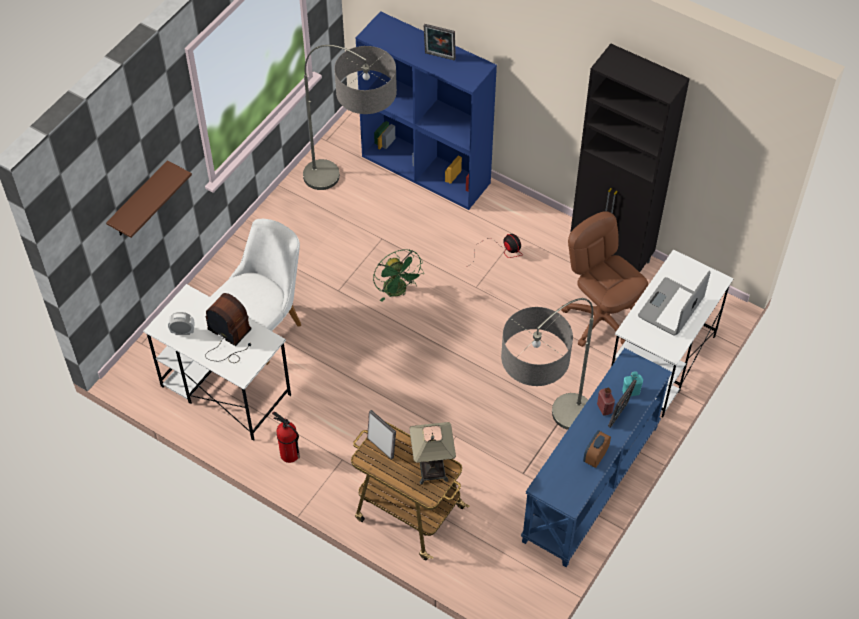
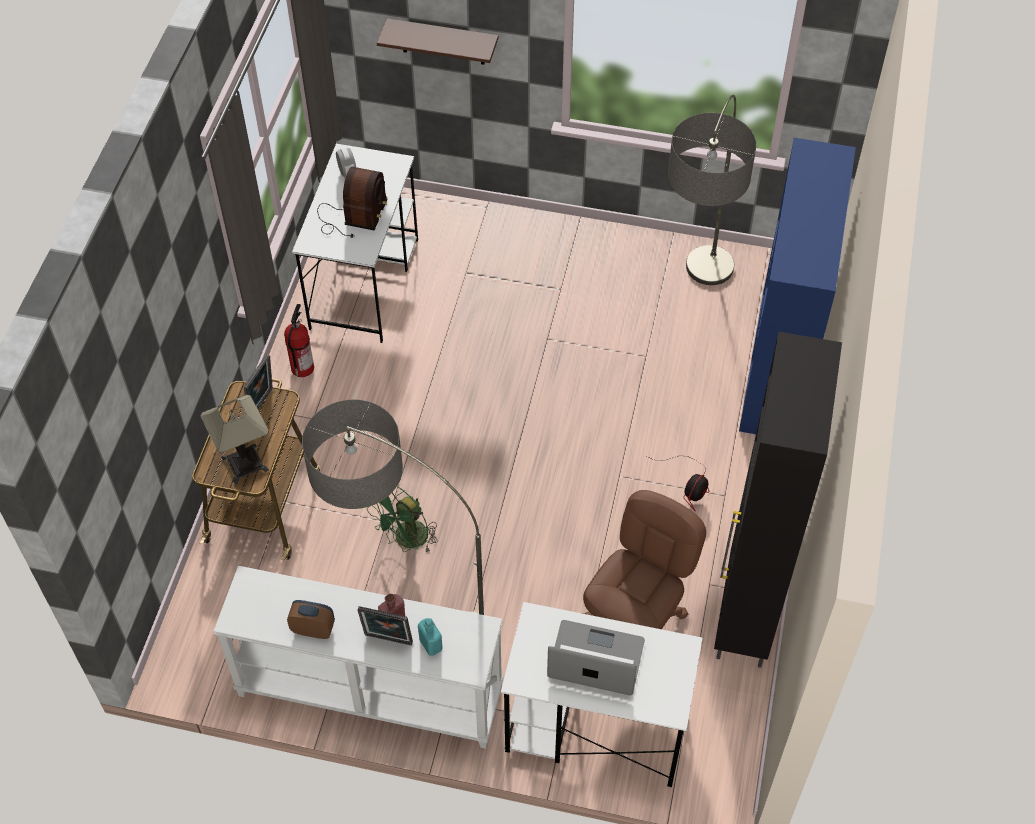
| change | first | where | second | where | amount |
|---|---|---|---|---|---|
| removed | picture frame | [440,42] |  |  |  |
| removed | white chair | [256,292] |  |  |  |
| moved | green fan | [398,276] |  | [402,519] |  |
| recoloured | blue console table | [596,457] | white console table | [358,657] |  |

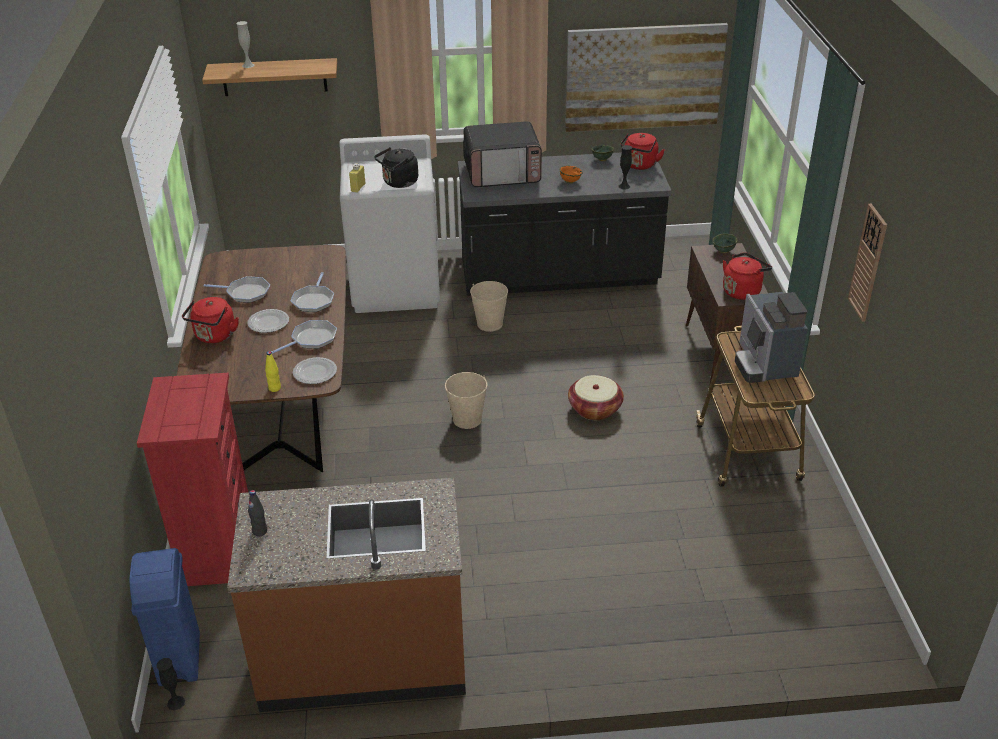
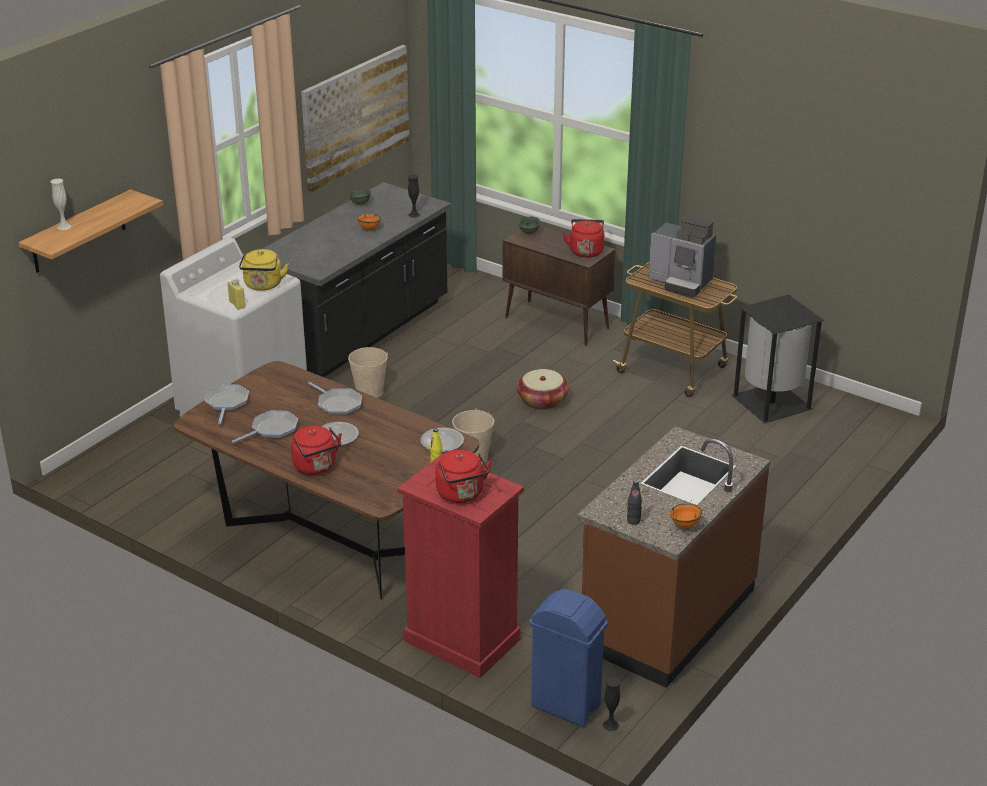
| change | first | where | second | where | amount |
|---|---|---|---|---|---|
| removed | microwave | [502,154] |  |  |  |
| moved | red kettle | [642,151] |  | [464,476] |  |
| recoloured | black kettle | [396,167] | yellow kettle | [264,270] |  |
| removed | wall clock | [867,263] |  |  |  |
| moved | frying pan | [304,337] |  | [226,404] |  |
| added |  |  | black trash can | [778,358] |  |
| added |  |  | orange bowl | [686,516] |  |

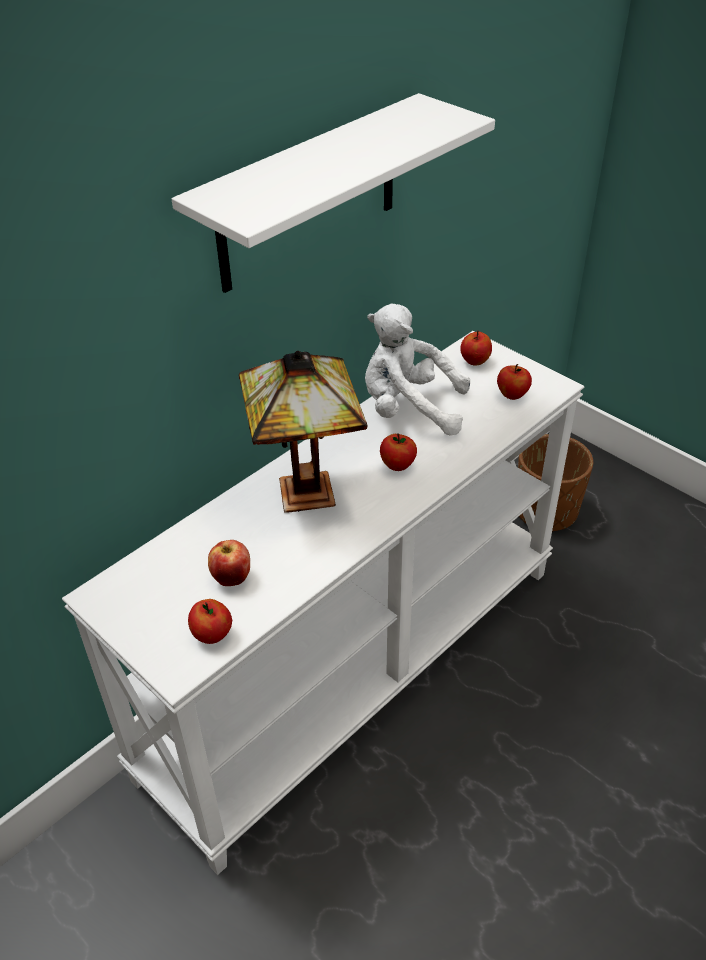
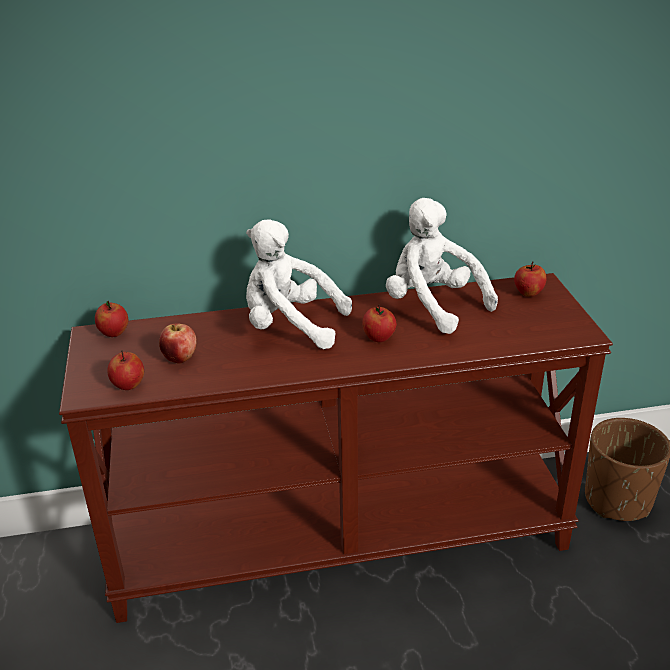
| change | first | where | second | where | amount |
|---|---|---|---|---|---|
| removed | white shelf | [333,193] |  |  |  |
| recoloured | white console table | [323,603] | brown console table | [336,448] |  |
| replaced | table lamp | [303,432] | white plush toy | [299,284] |  |
| moved | apple | [514,382] |  | [111,319] |  |

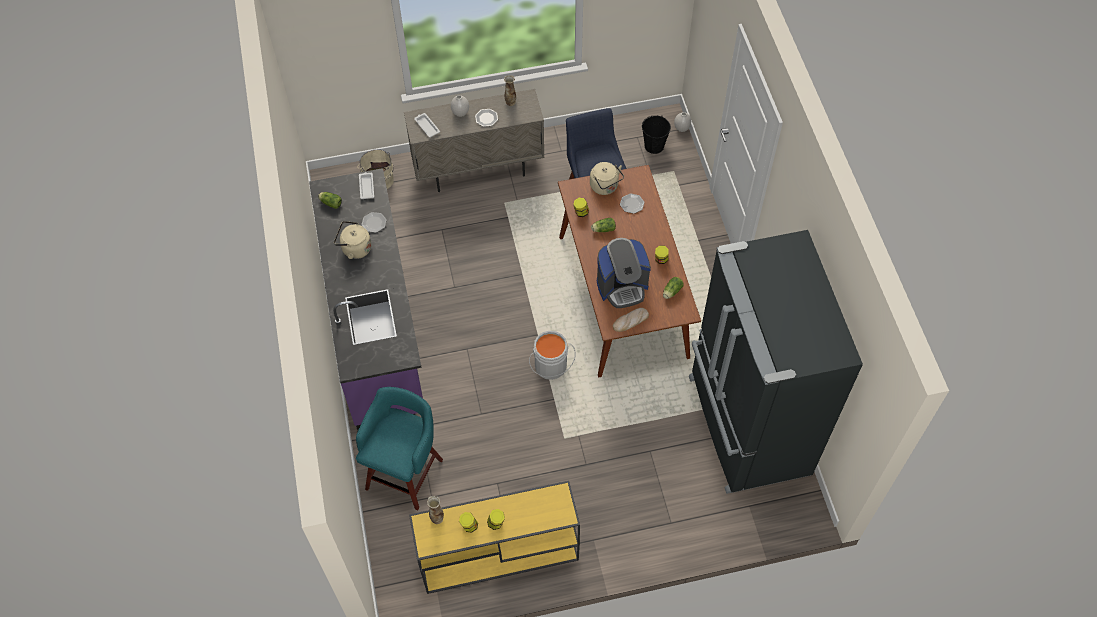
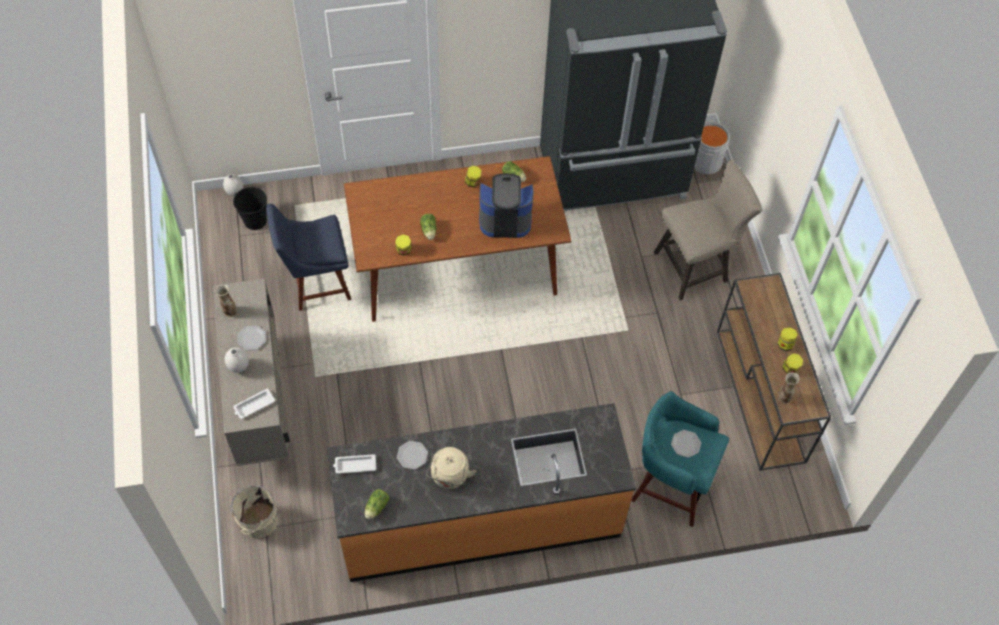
| change | first | where | second | where | amount |
|---|---|---|---|---|---|
| removed | beige kettle | [607,178] |  |  |  |
| recoloured | purple counter | [366,299] | orange counter | [481,492] |  |
| moved | plate | [632,203] |  | [686,444] |  |
| turned | coffee machine | [624,273] |  | [506,205] | 75 degrees counterclockwise |
| removed | bread | [631,320] |  |  |  |
| moved | grey bucket | [552,355] |  | [712,148] |  |
| recoloured | yellow console table | [494,537] | brown console table | [774,372] |  |
| added |  |  | beige stool | [708,230] |  |

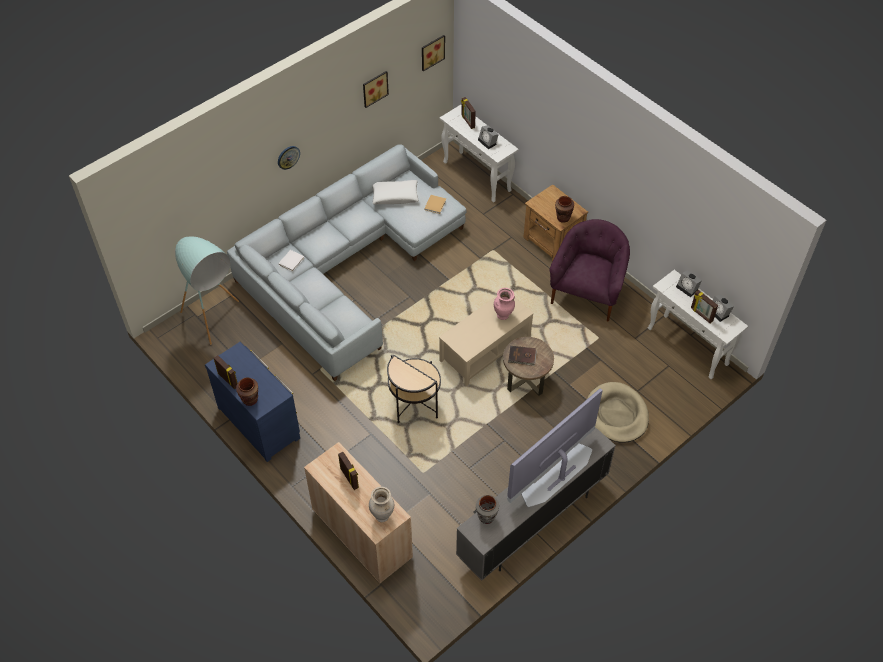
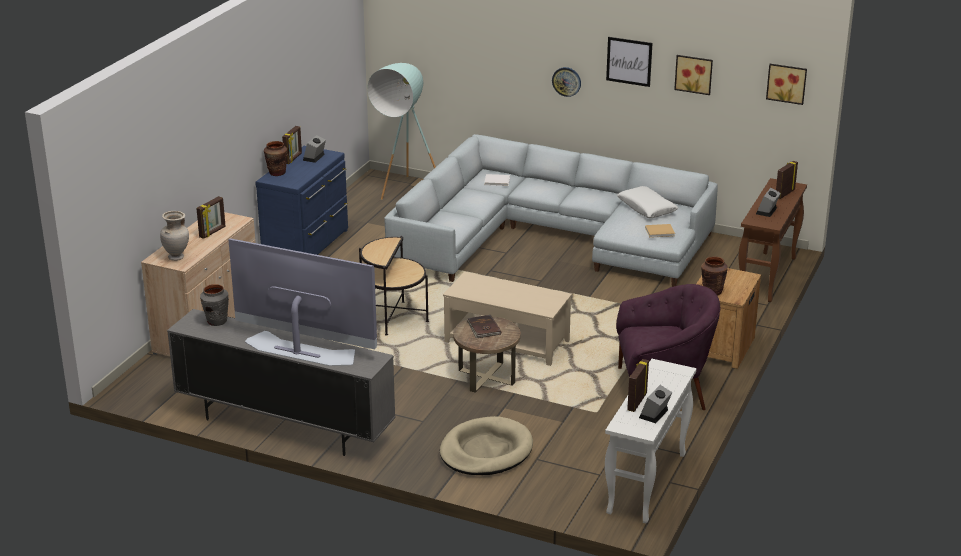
| change | first | where | second | where | amount |
|---|---|---|---|---|---|
| recoloured | white console table | [479,154] | brown console table | [773,240] |  |
| moved | alarm clock | [689,283] |  | [314,149] |  |
| removed | pink vase | [504,304] |  |  |  |
| added |  |  | picture | [629,62] |  |

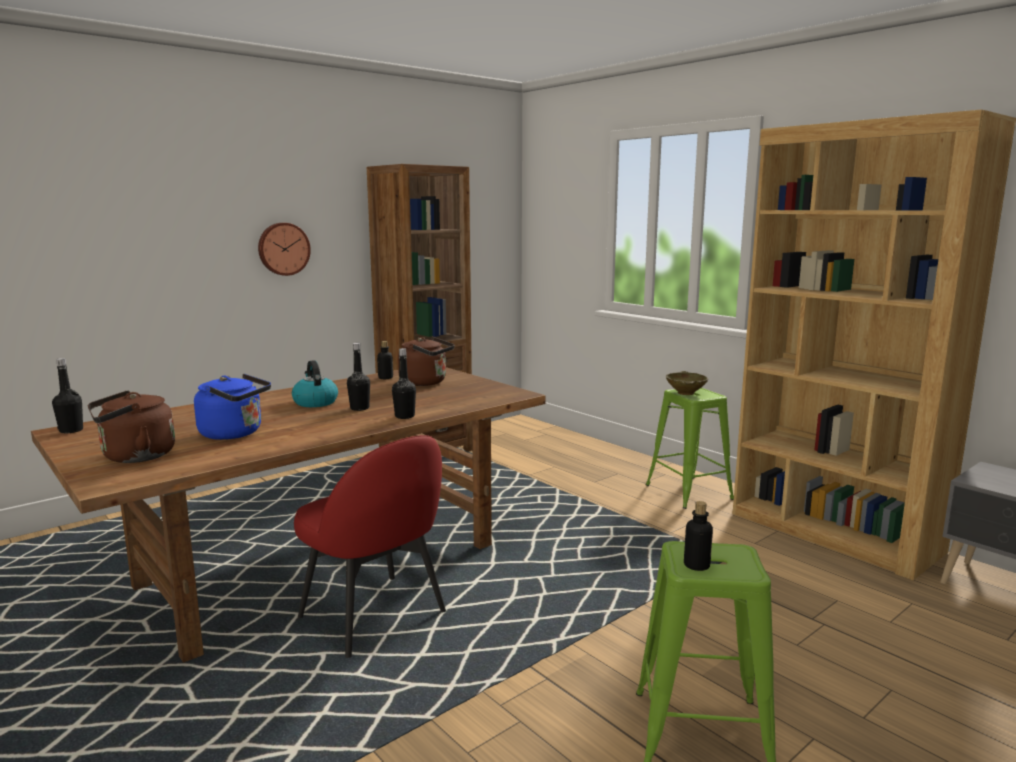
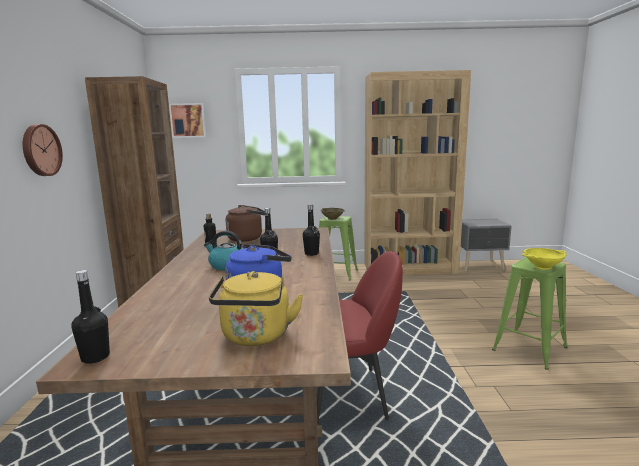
| change | first | where | second | where | amount |
|---|---|---|---|---|---|
| recoloured | brown kettle | [131,427] | yellow kettle | [256,308] |  |
| replaced | bottle | [698,536] | yellow bowl | [544,259] |  |
| added |  |  | picture | [187,120] |  |

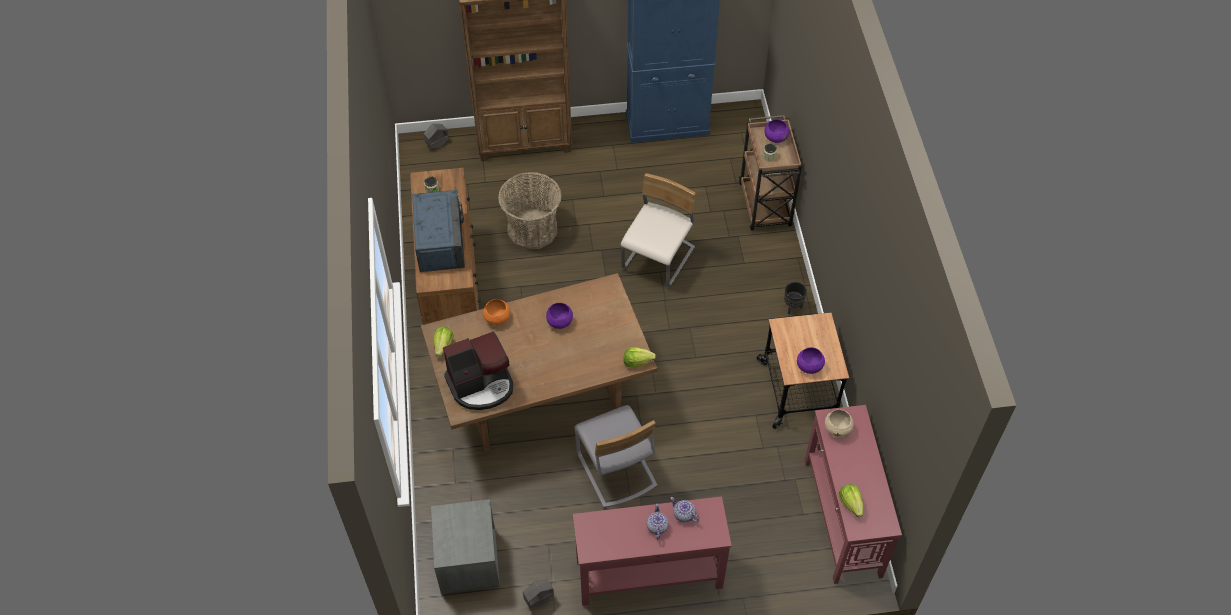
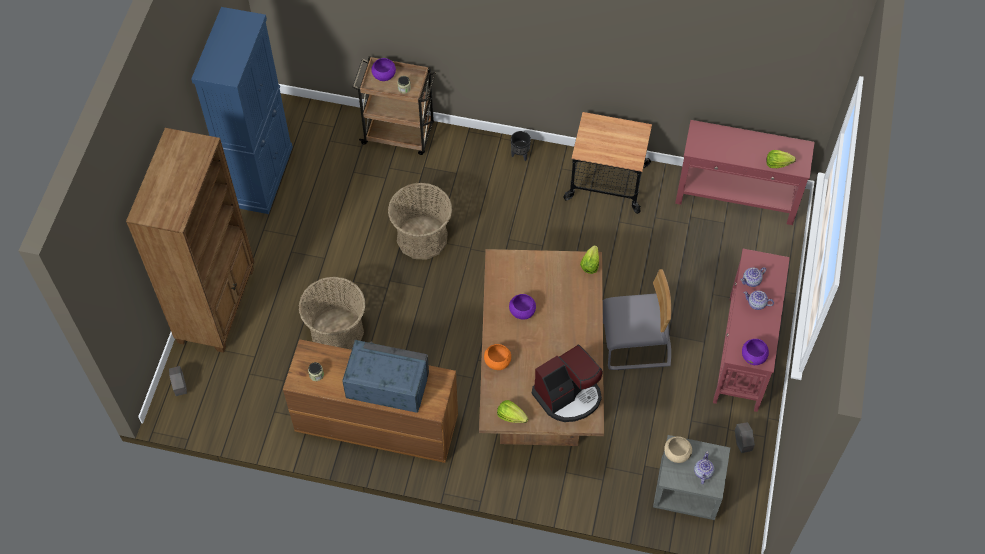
| change | first | where | second | where | amount |
|---|---|---|---|---|---|
| replaced | beige chair | [658,230] | basket | [420,221] |  |
| turned | coffee machine | [478,370] |  | [567,383] | 60 degrees clockwise |
| moved | purple bowl | [811,360] |  | [755,352] |  |
| moved | beige bowl | [839,423] |  | [678,449] |  |
| added |  |  | teapot | [704,467] |  |

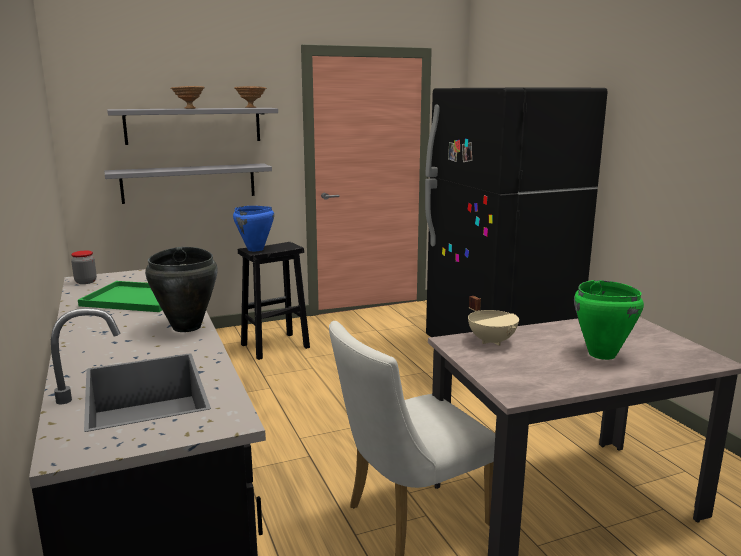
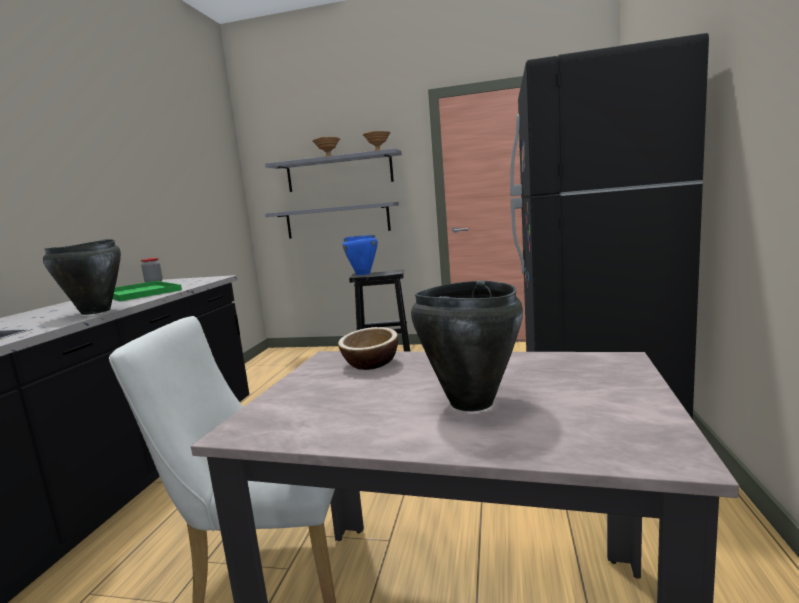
| change | first | where | second | where | amount |
|---|---|---|---|---|---|
| recoloured | green cooking pot | [609,320] | black cooking pot | [467,346] |  |
| replaced | beige cooking pot | [493,321] | bowl | [368,348] |  |

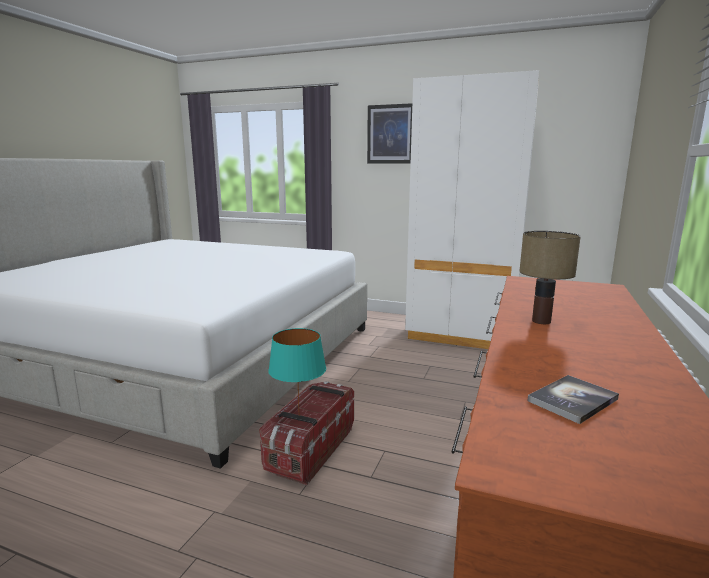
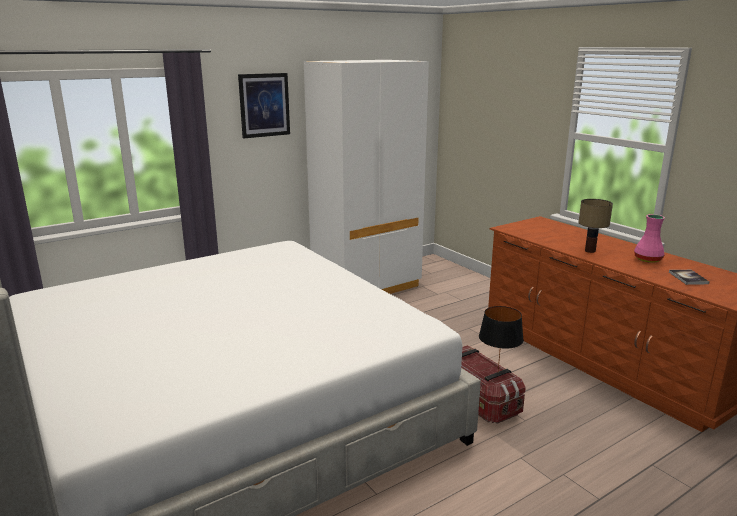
| change | first | where | second | where | amount |
|---|---|---|---|---|---|
| recoloured | turquoise table lamp | [297,372] | black table lamp | [501,338] |  |
| added |  |  | pink vase | [649,238] |  |

